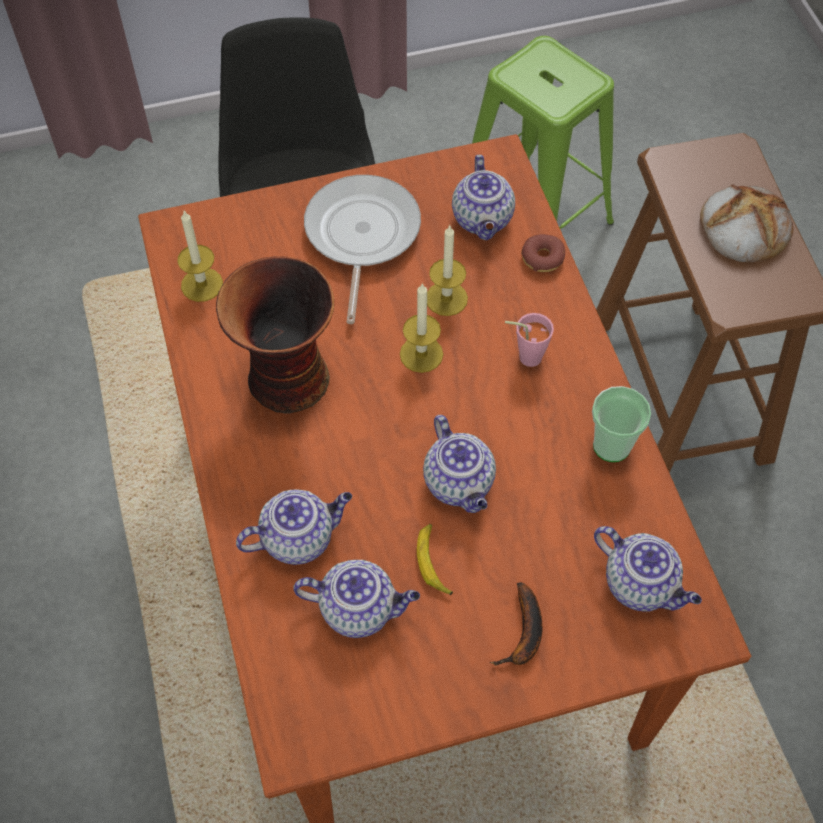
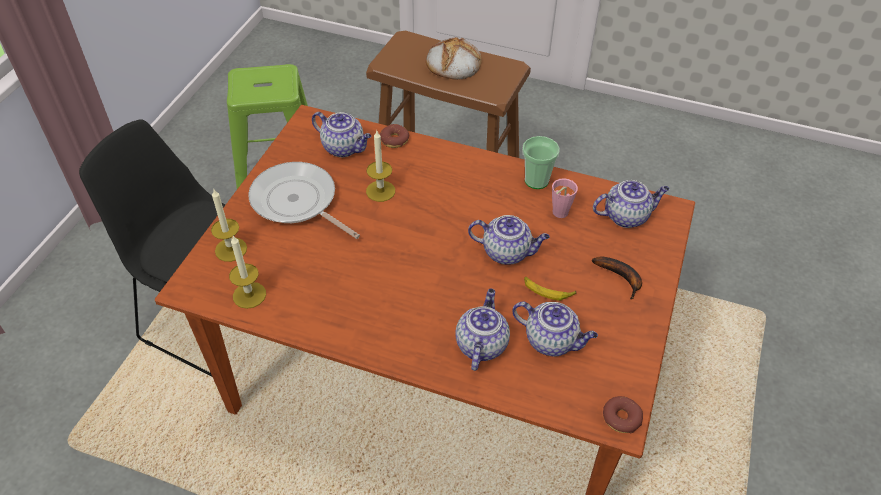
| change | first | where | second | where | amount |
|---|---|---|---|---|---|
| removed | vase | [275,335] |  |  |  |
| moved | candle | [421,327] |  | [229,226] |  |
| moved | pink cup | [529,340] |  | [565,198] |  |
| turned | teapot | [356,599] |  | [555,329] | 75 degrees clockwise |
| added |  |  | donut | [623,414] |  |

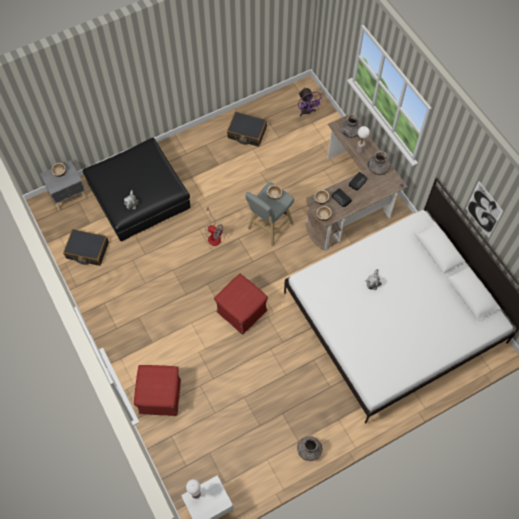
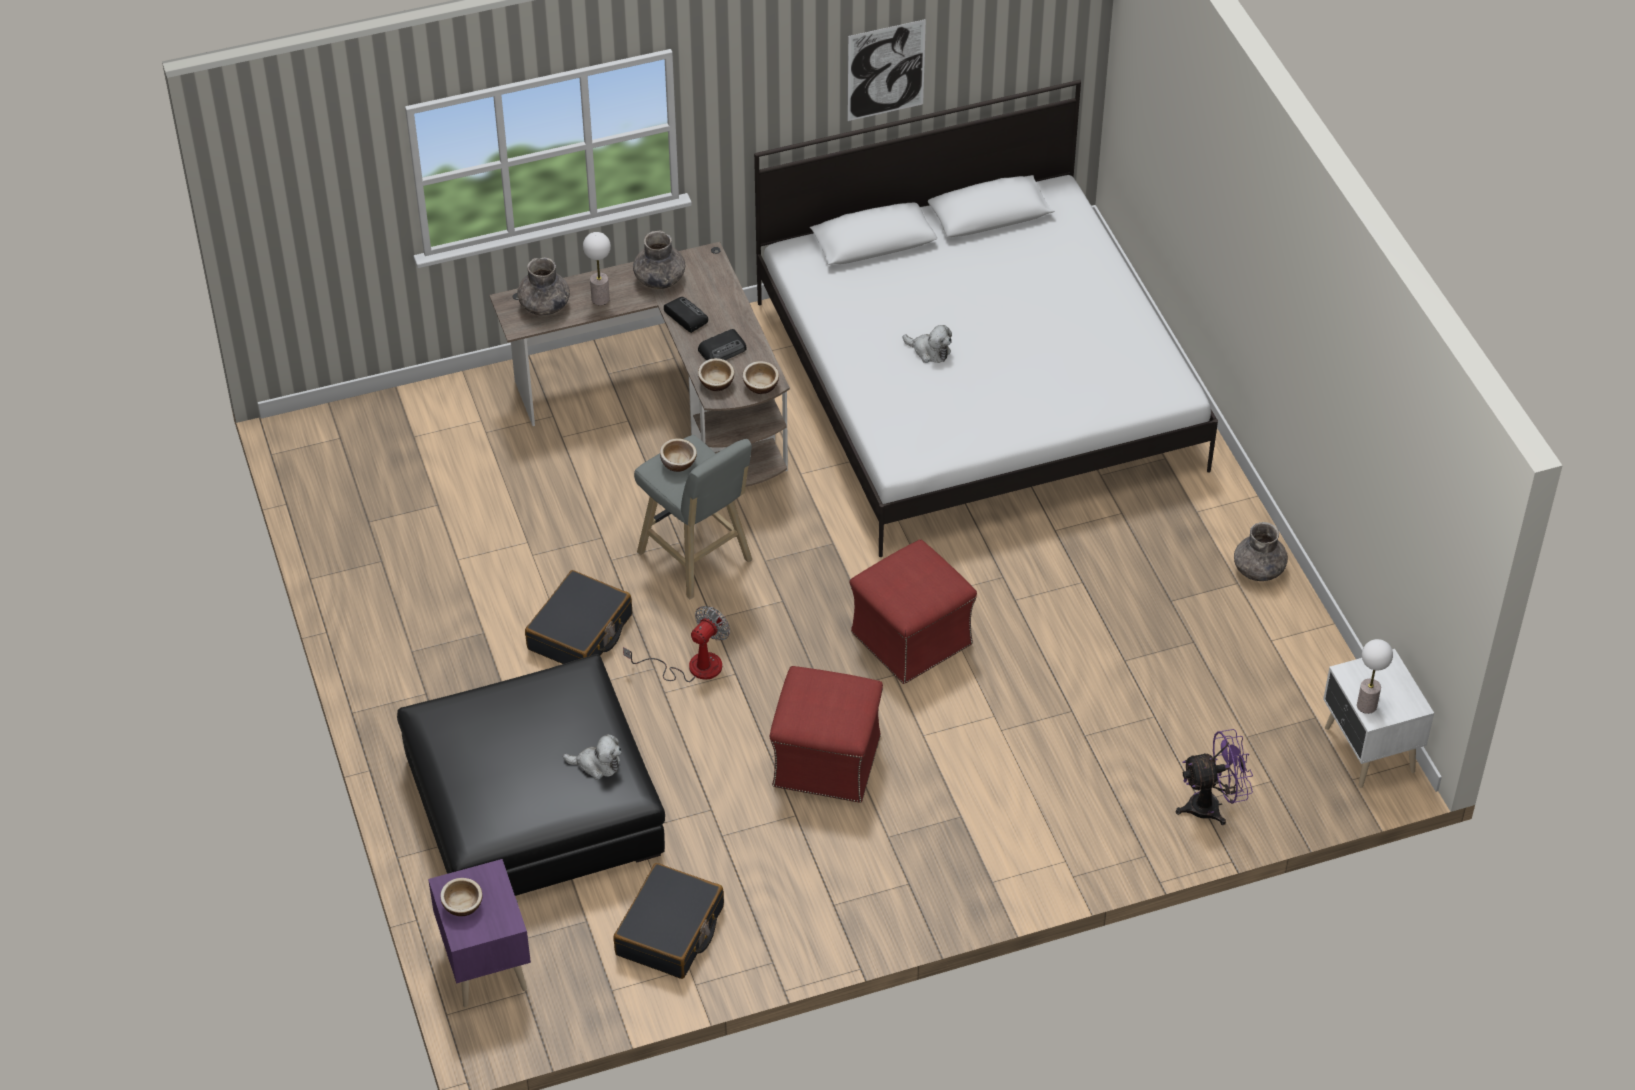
| change | first | where | second | where | amount |
|---|---|---|---|---|---|
| moved | purple fan | [310,102] |  | [1214,777] |  |
| moved | black suitcase | [247,129] |  | [578,617] |  |
| recoloured | grey nightstand | [63,185] | purple nightstand | [479,933] |  |
| moved | red ottoman | [157,390] |  | [826,734] |  |

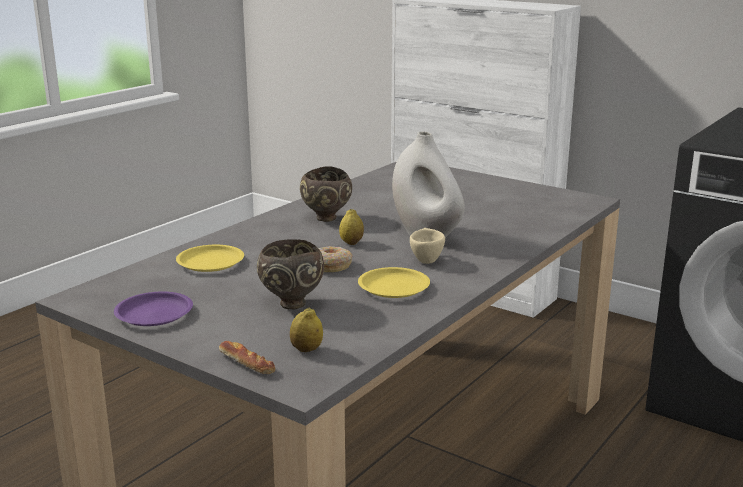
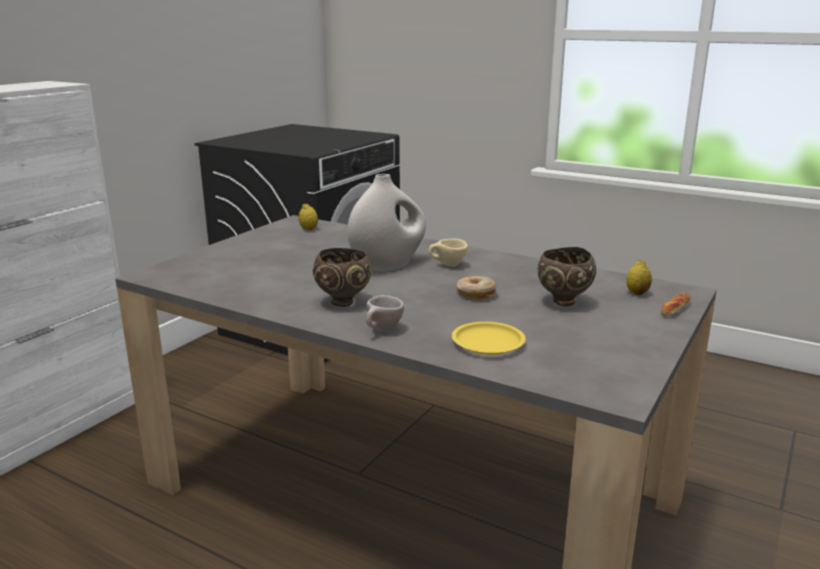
| change | first | where | second | where | amount |
|---|---|---|---|---|---|
| moved | lemon | [351,227] |  | [308,216] |  |
| removed | yellow plate | [394,282] |  |  |  |
| removed | purple plate | [153,308] |  |  |  |
| added |  |  | beige cup | [385,313] |  |

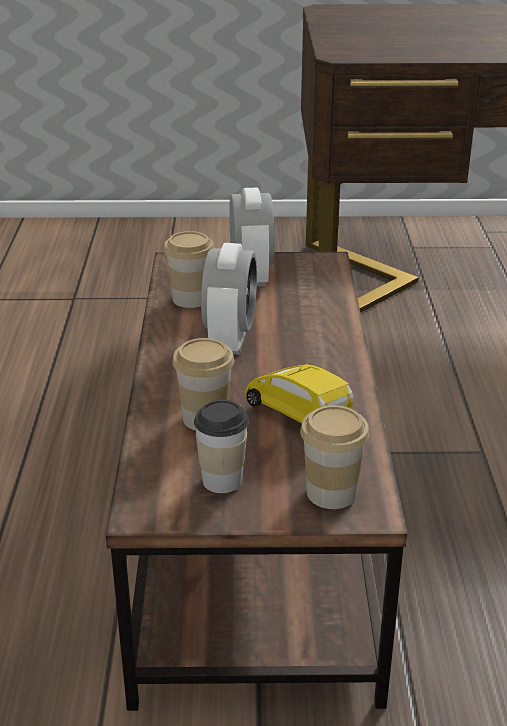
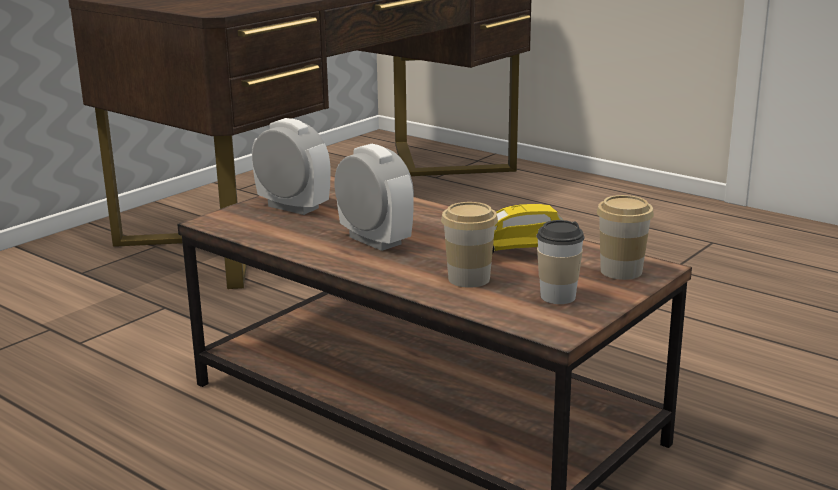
| change | first | where | second | where | amount |
|---|---|---|---|---|---|
| removed | cup | [189,269] |  |  |  |

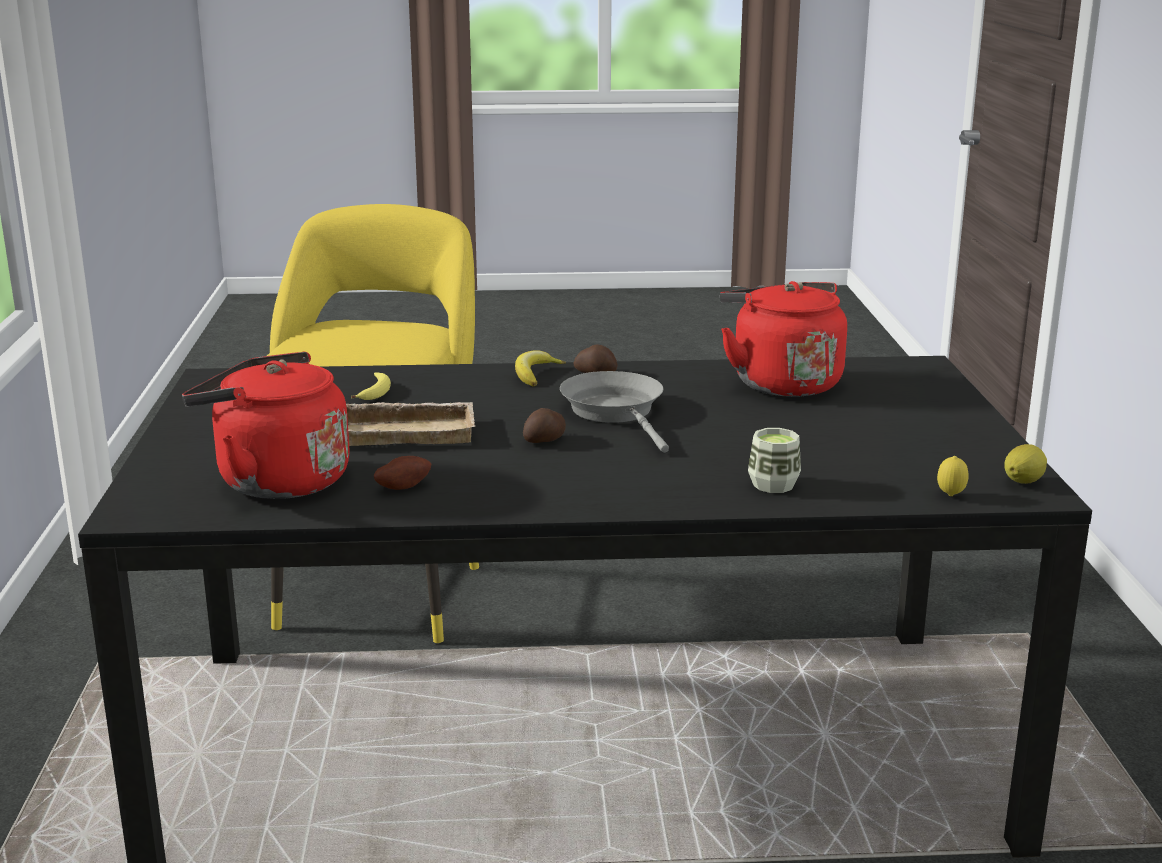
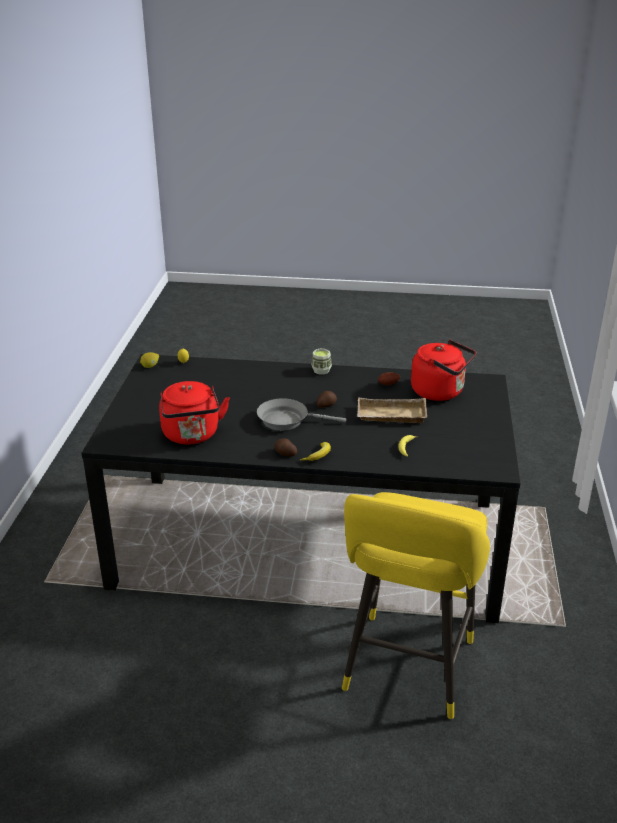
| change | first | where | second | where | amount |
|---|---|---|---|---|---|
| turned | grey frying pan | [614,412] |  | [301,414] | 105 degrees clockwise |
| moved | cup | [774,460] |  | [321,362] |  |

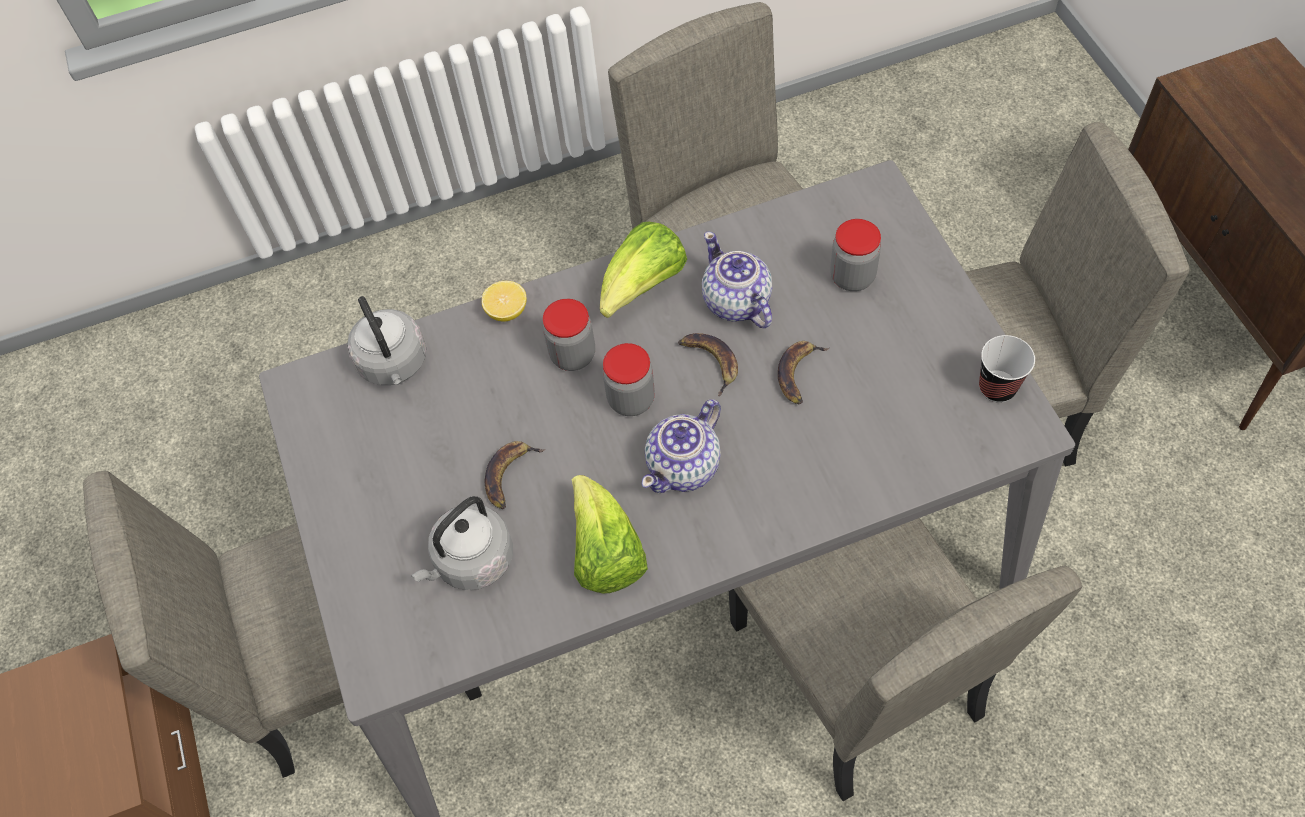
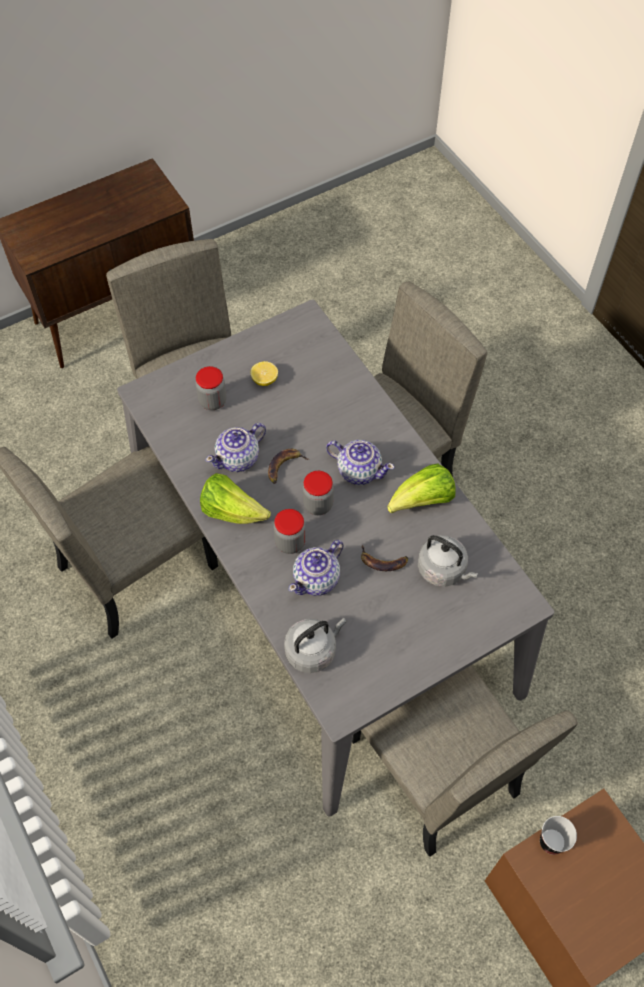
| change | first | where | second | where | amount |
|---|---|---|---|---|---|
| moved | lemon | [504,301] |  | [264,373] |  |
| moved | cup | [1007,369] |  | [558,835] |  |
| removed | banana | [803,372] |  |  |  |
| added |  |  | teapot | [316,568] |  |

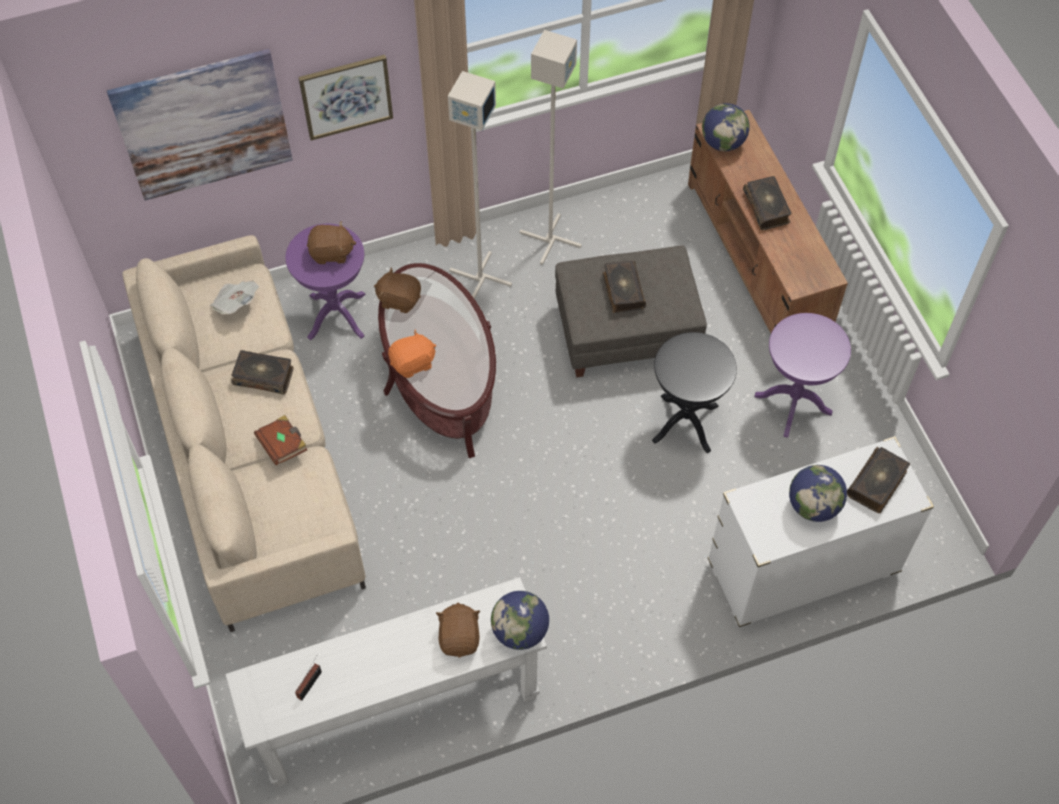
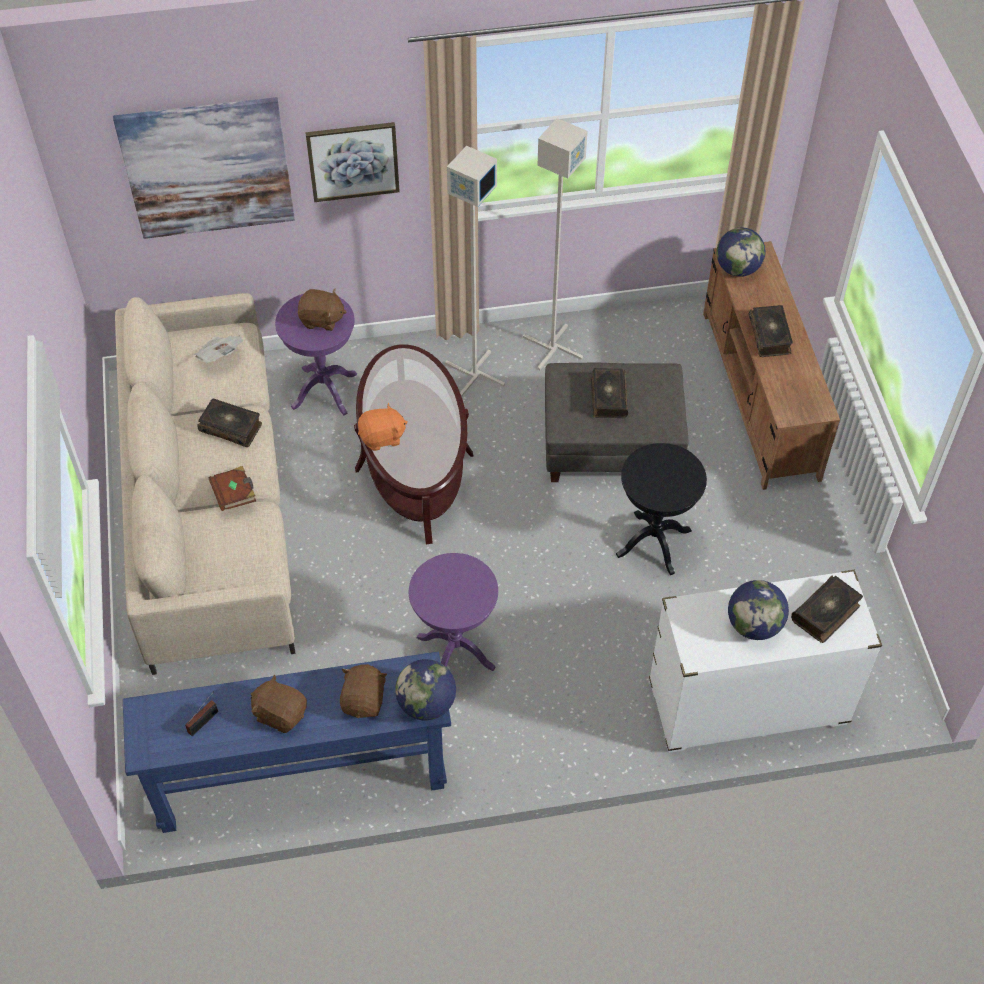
| change | first | where | second | where | amount |
|---|---|---|---|---|---|
| moved | brown plush toy | [397,290] |  | [279,703] |  |
| moved | purple side table | [802,375] |  | [453,612] |  |
| recoloured | white console table | [386,682] | blue console table | [287,742] |  |

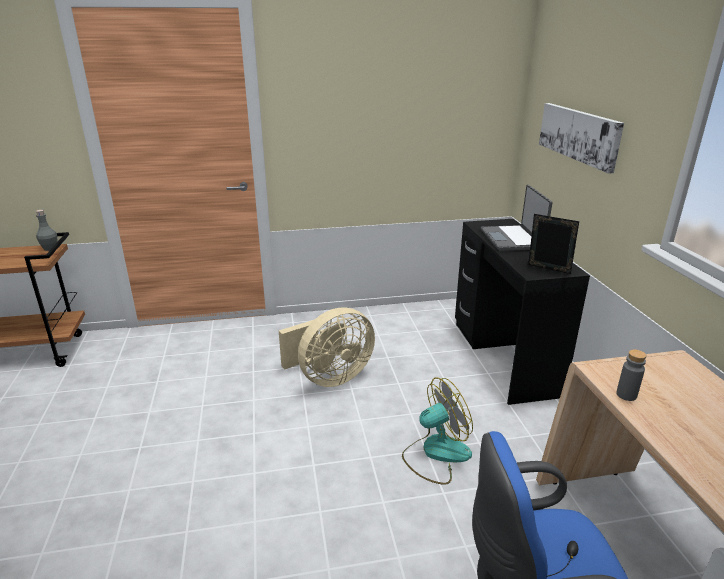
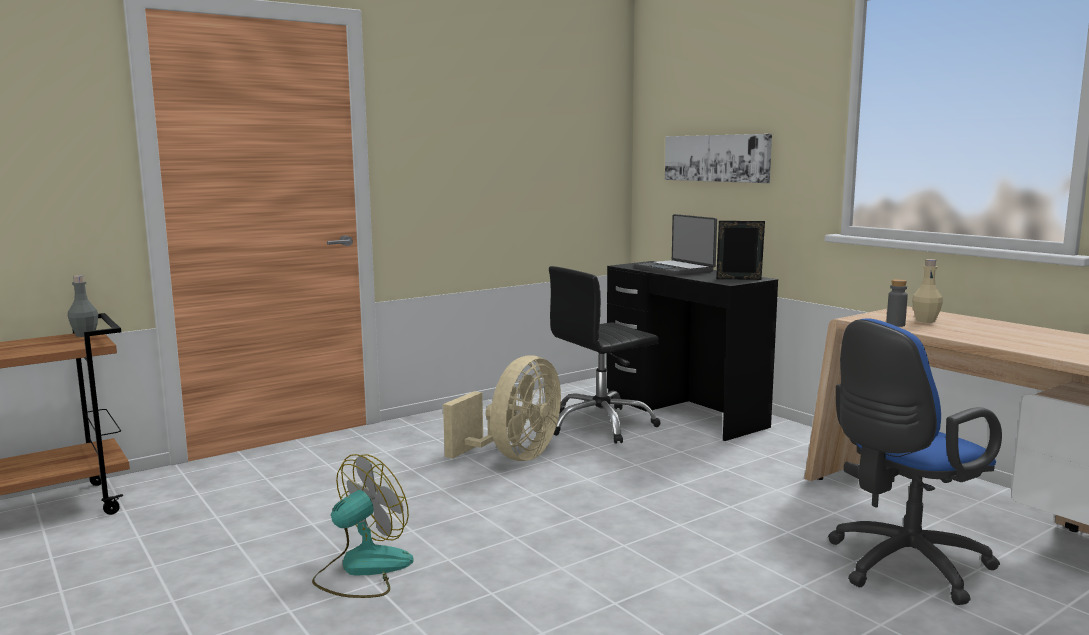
| change | first | where | second | where | amount |
|---|---|---|---|---|---|
| moved | fan | [437,431] |  | [363,526] |  |
| added |  |  | beige bottle | [927,291] |  |
| added |  |  | black office chair | [605,355] |  |

